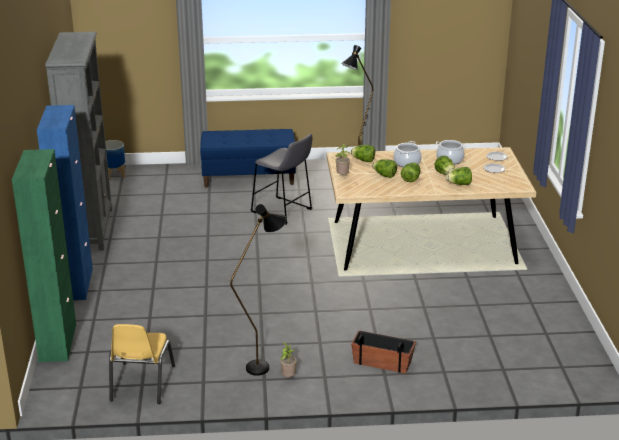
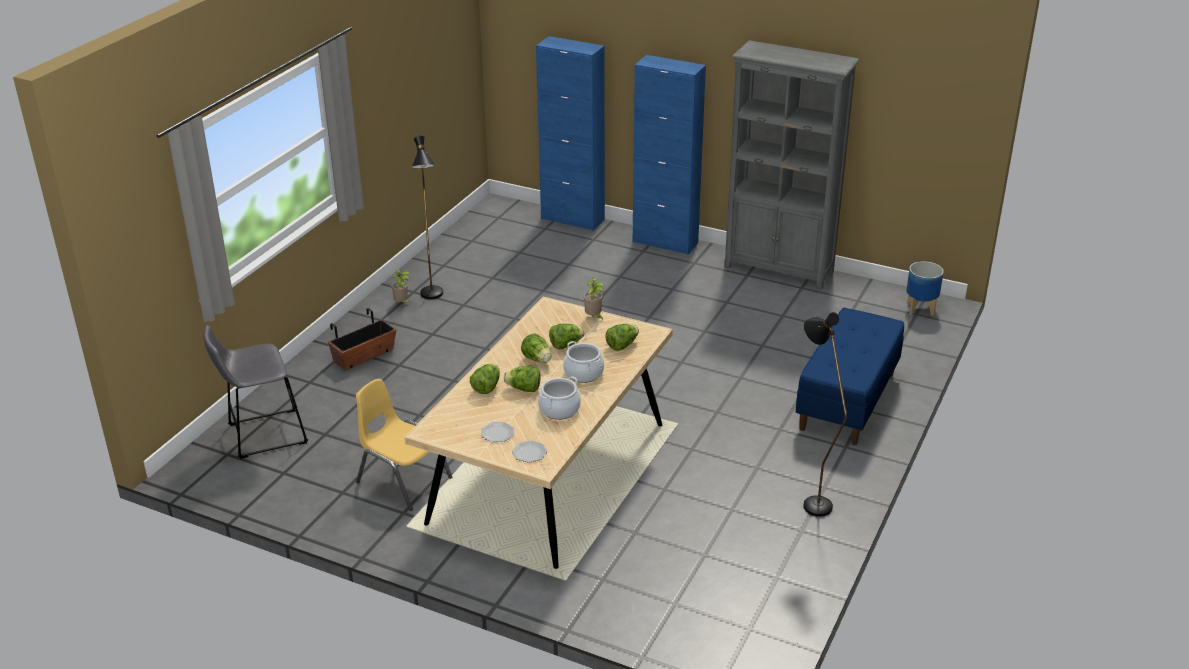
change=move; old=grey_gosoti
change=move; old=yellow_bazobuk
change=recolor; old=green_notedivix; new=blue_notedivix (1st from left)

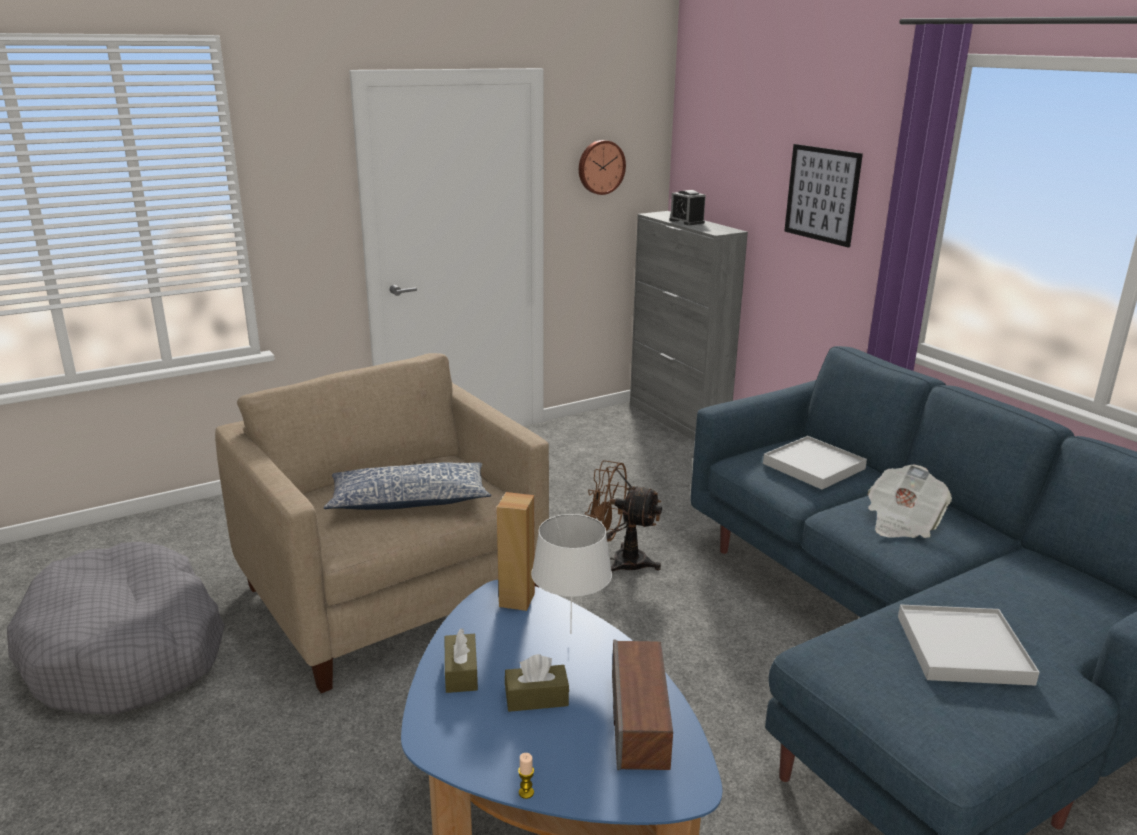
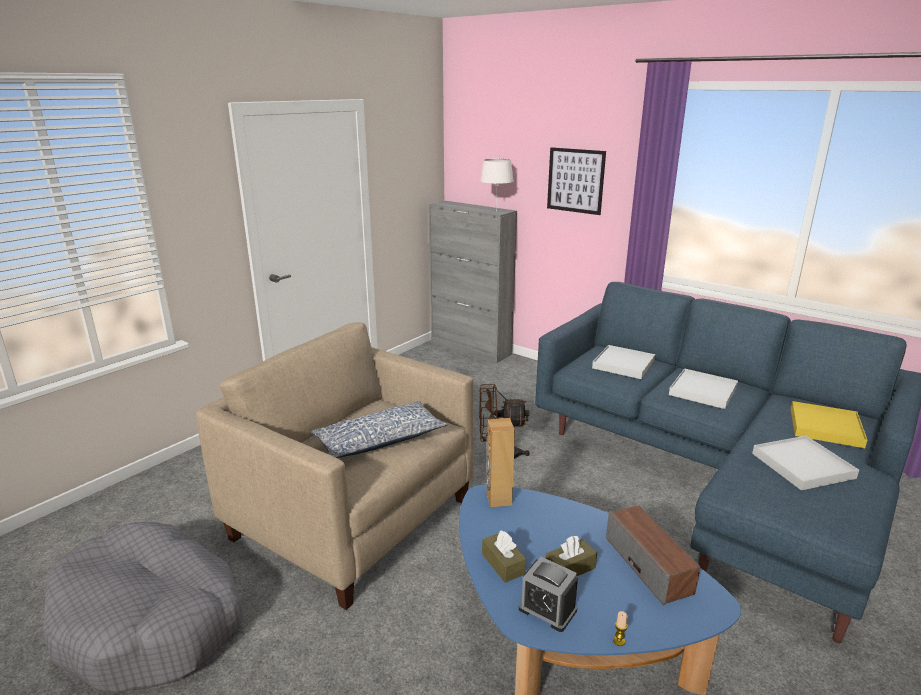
change=move; old=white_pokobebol
change=move; old=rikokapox
change=replace; old=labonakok; new=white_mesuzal (2nd from left)
change=insert; new=yellow_mesuzal
change=delete; old=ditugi

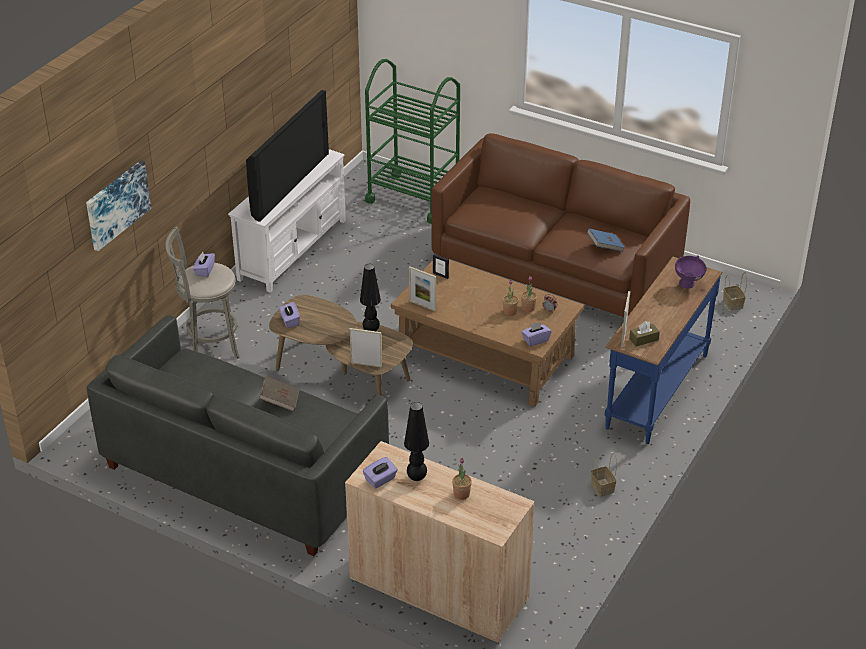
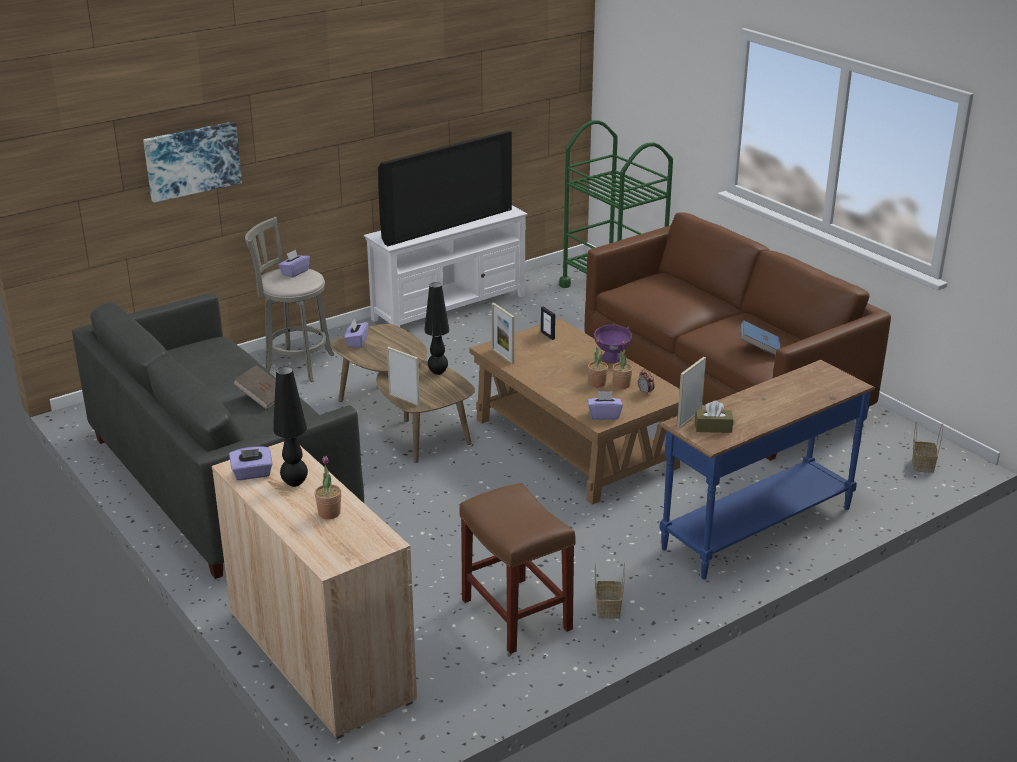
change=insert; new=brown_gosoti
change=move; old=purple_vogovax

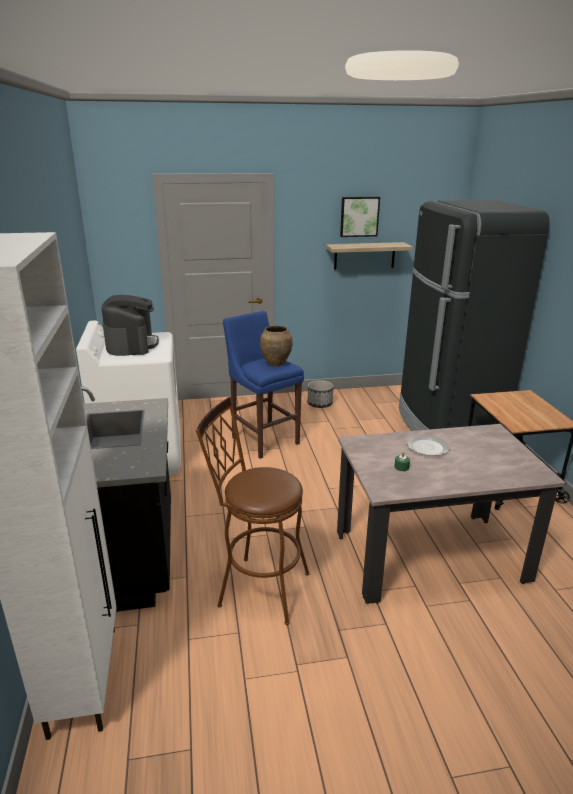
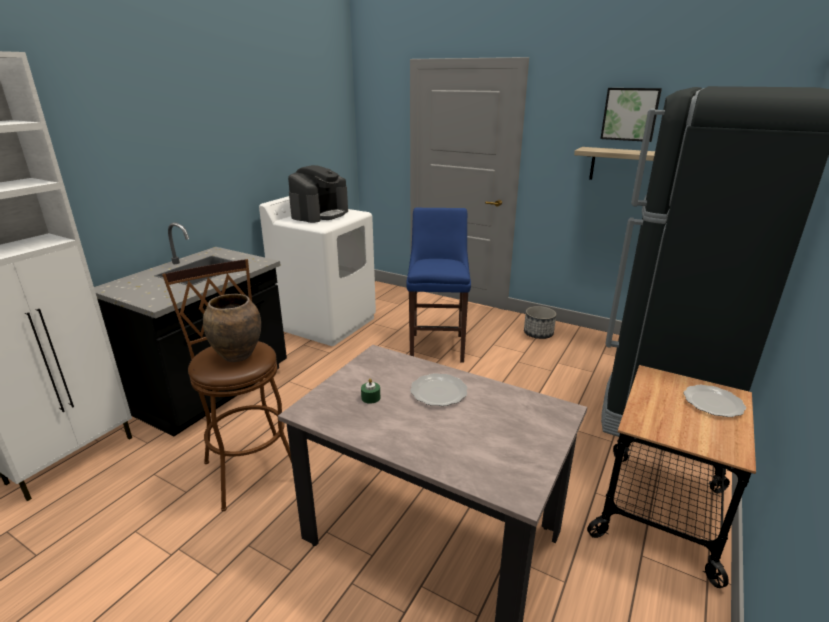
change=move; old=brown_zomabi
change=insert; new=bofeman (2nd from left)

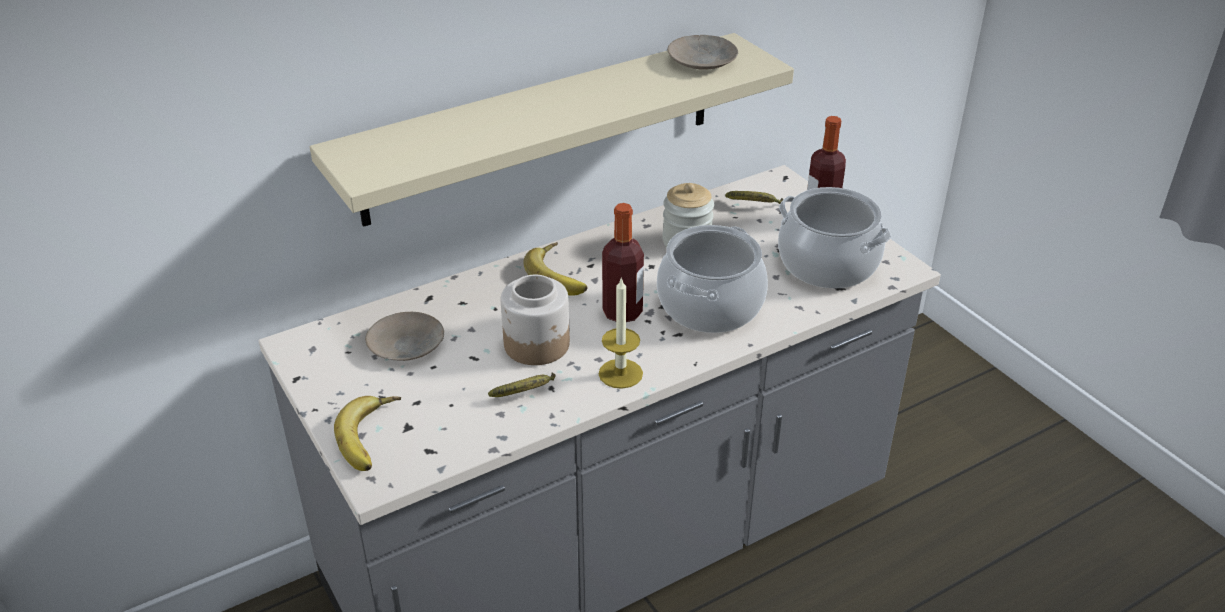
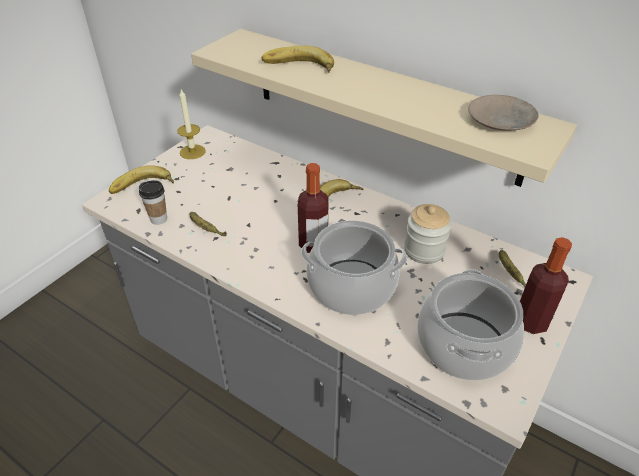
change=insert; new=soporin
change=move; old=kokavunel
change=insert; new=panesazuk (3rd from left)
change=delete; old=beige_bofeman (1st from left)
change=delete; old=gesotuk (1st from left)

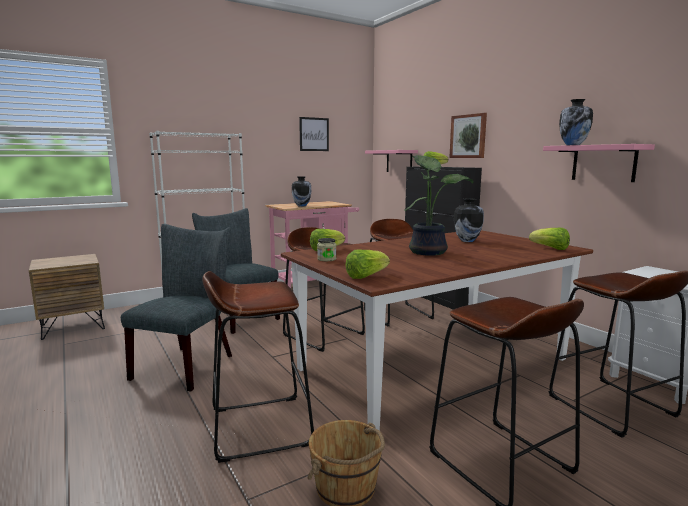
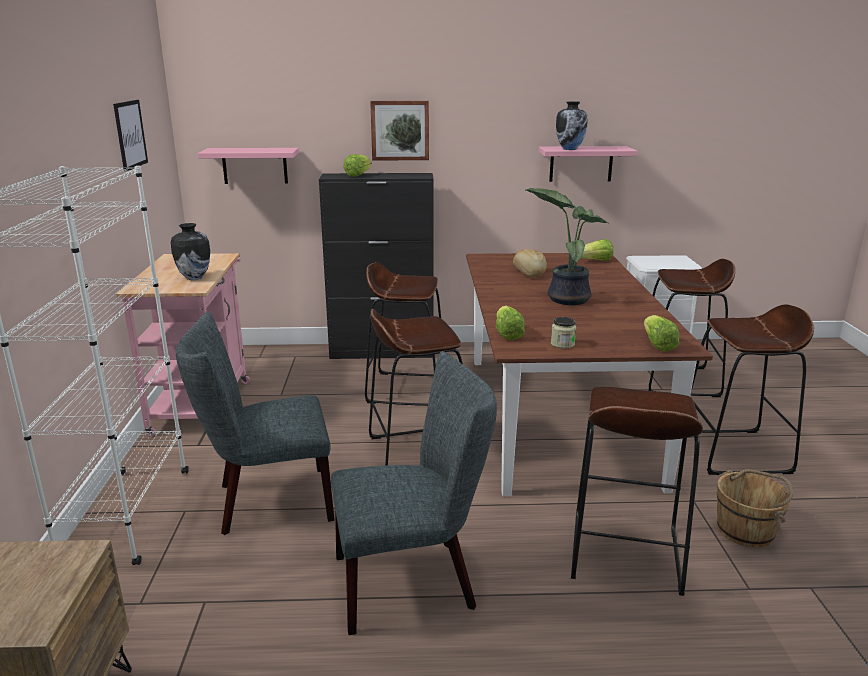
change=rotate; old=grey_bazobuk (1st from left in the first image); degrees=120
change=replace; old=zomabi (2nd from left); new=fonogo

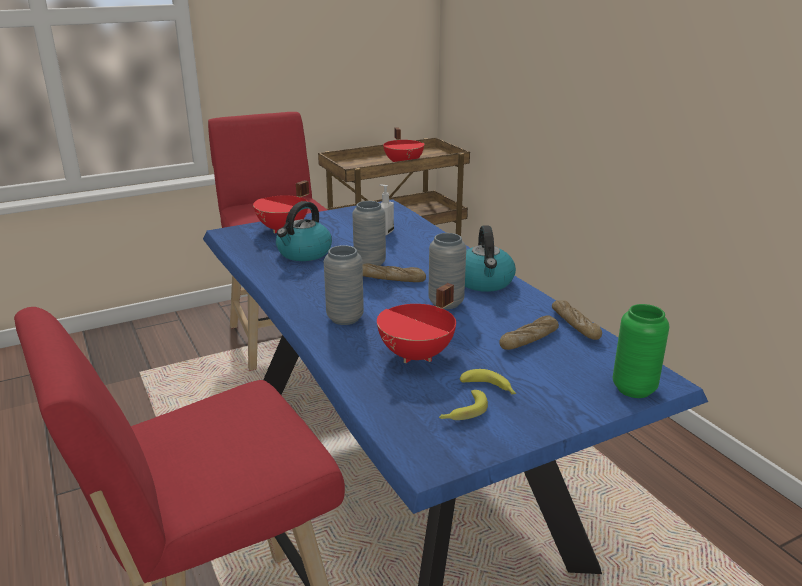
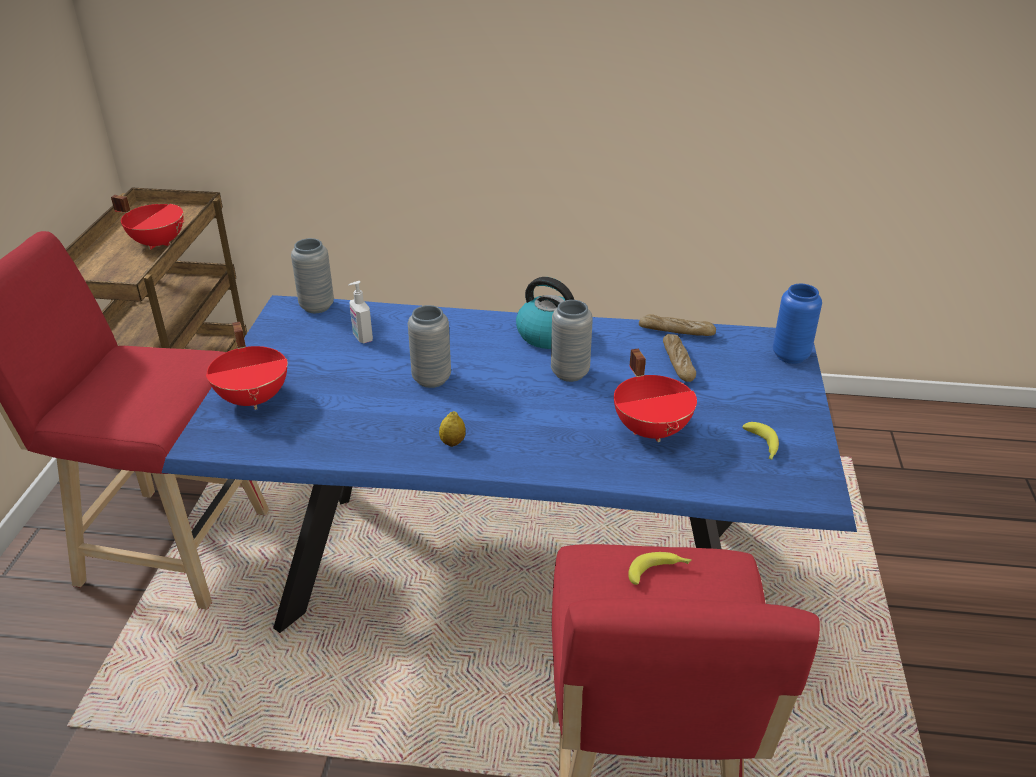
change=move; old=grey_zomabi (1st from left)
change=insert; new=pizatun
change=move; old=panesazuk (2nd from left in the first image); new=panesazuk (1st from left)
change=recolor; old=green_zomabi; new=blue_zomabi
change=delete; old=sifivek (1st from left)
change=delete; old=fonogo (1st from left)

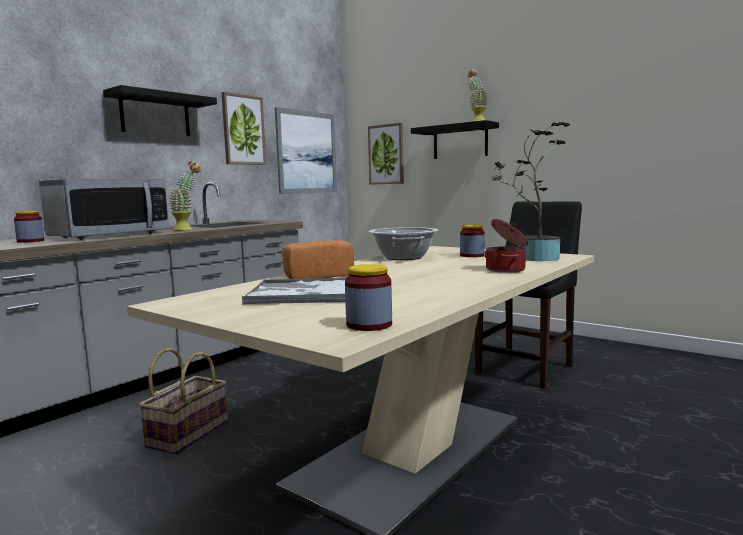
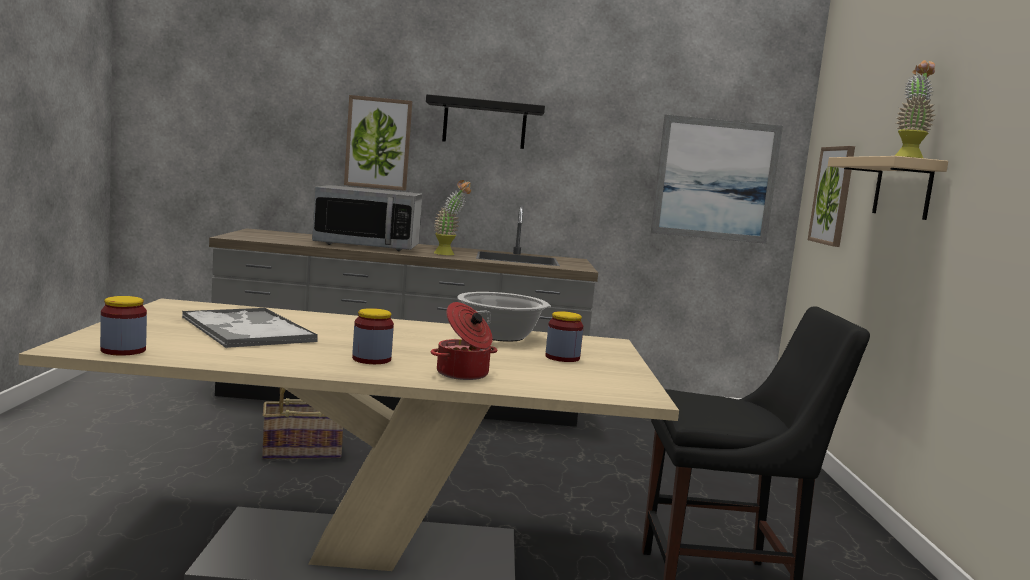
change=move; old=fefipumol (1st from left)
change=move; old=gesotuk (1st from left in the first image); new=gesotuk (2nd from left)
change=recolor; old=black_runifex (2nd from left); new=beige_runifex
change=delete; old=fonogo
change=delete; old=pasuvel (3rd from left)

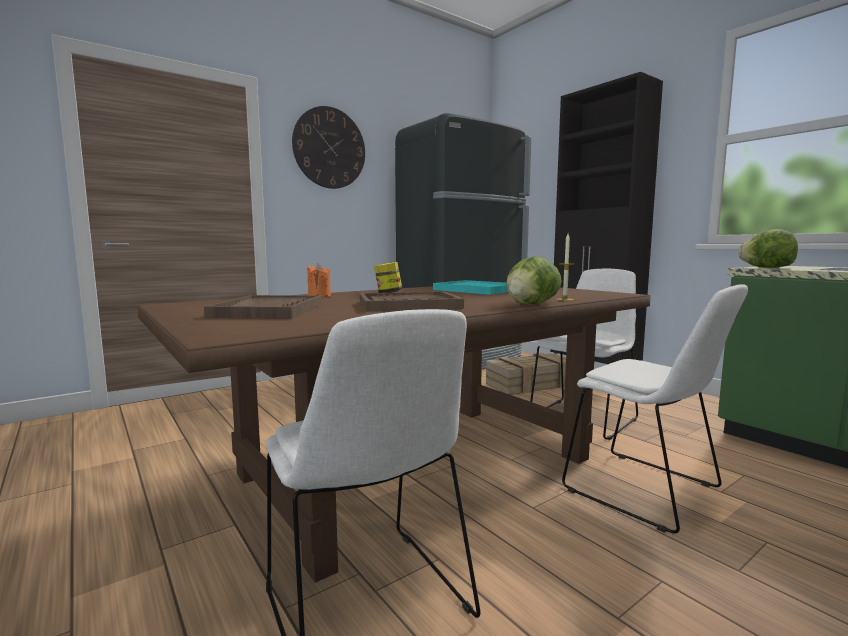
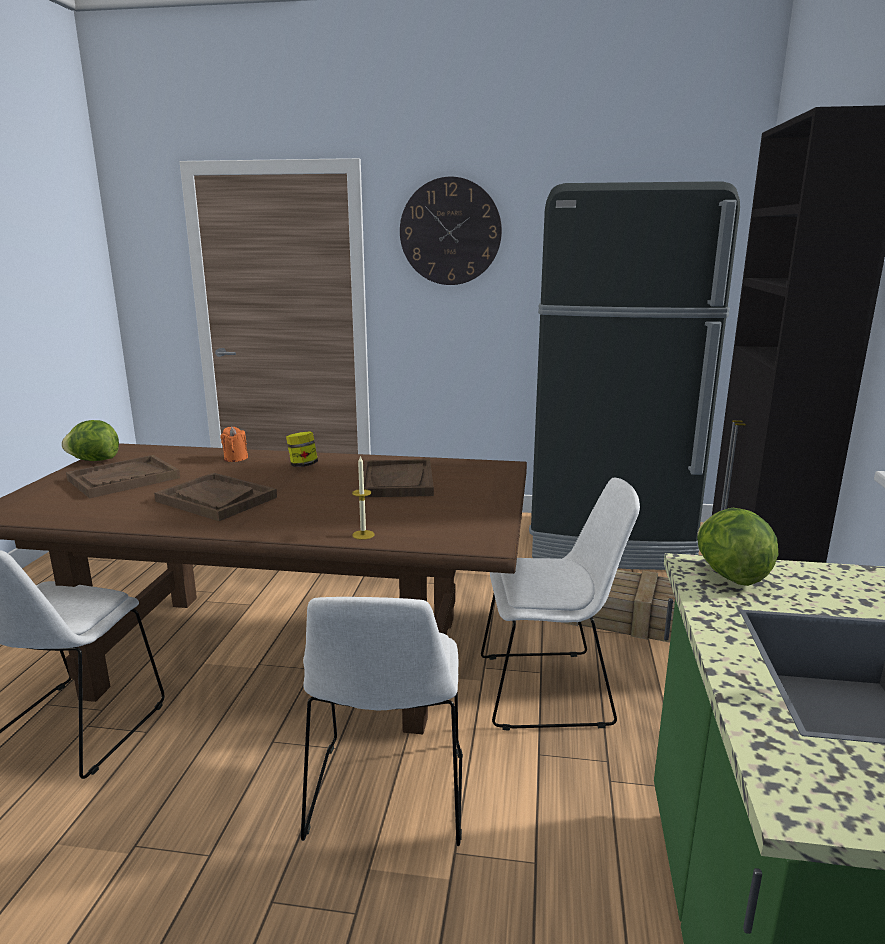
change=move; old=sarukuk (1st from left)
change=recolor; old=turquoise_mesuzal; new=brown_mesuzal (3rd from left)

